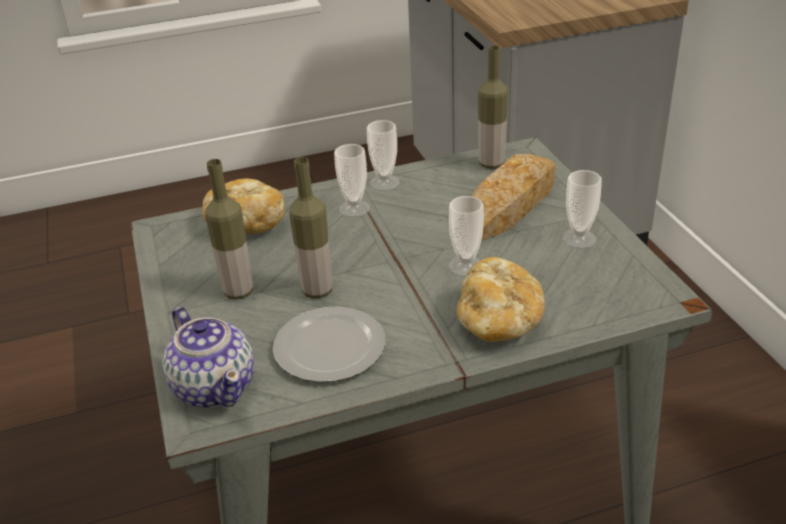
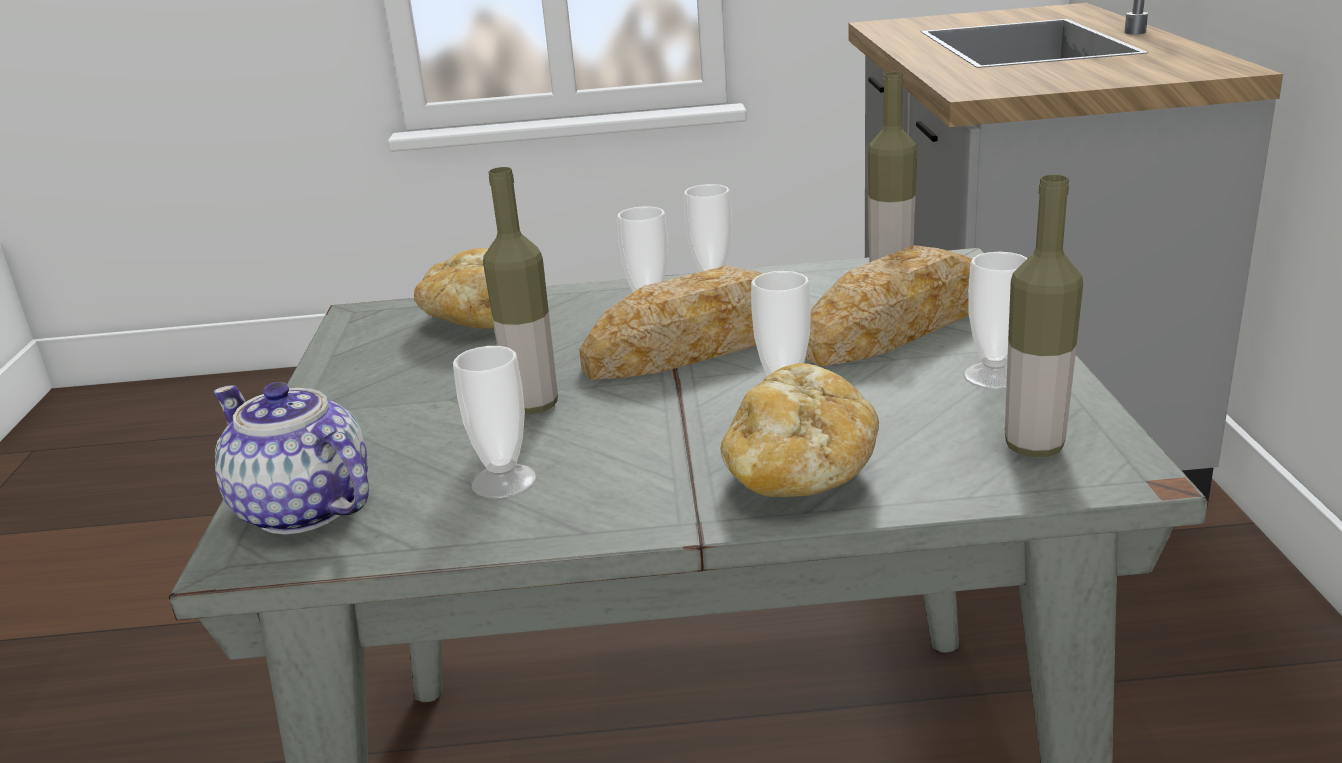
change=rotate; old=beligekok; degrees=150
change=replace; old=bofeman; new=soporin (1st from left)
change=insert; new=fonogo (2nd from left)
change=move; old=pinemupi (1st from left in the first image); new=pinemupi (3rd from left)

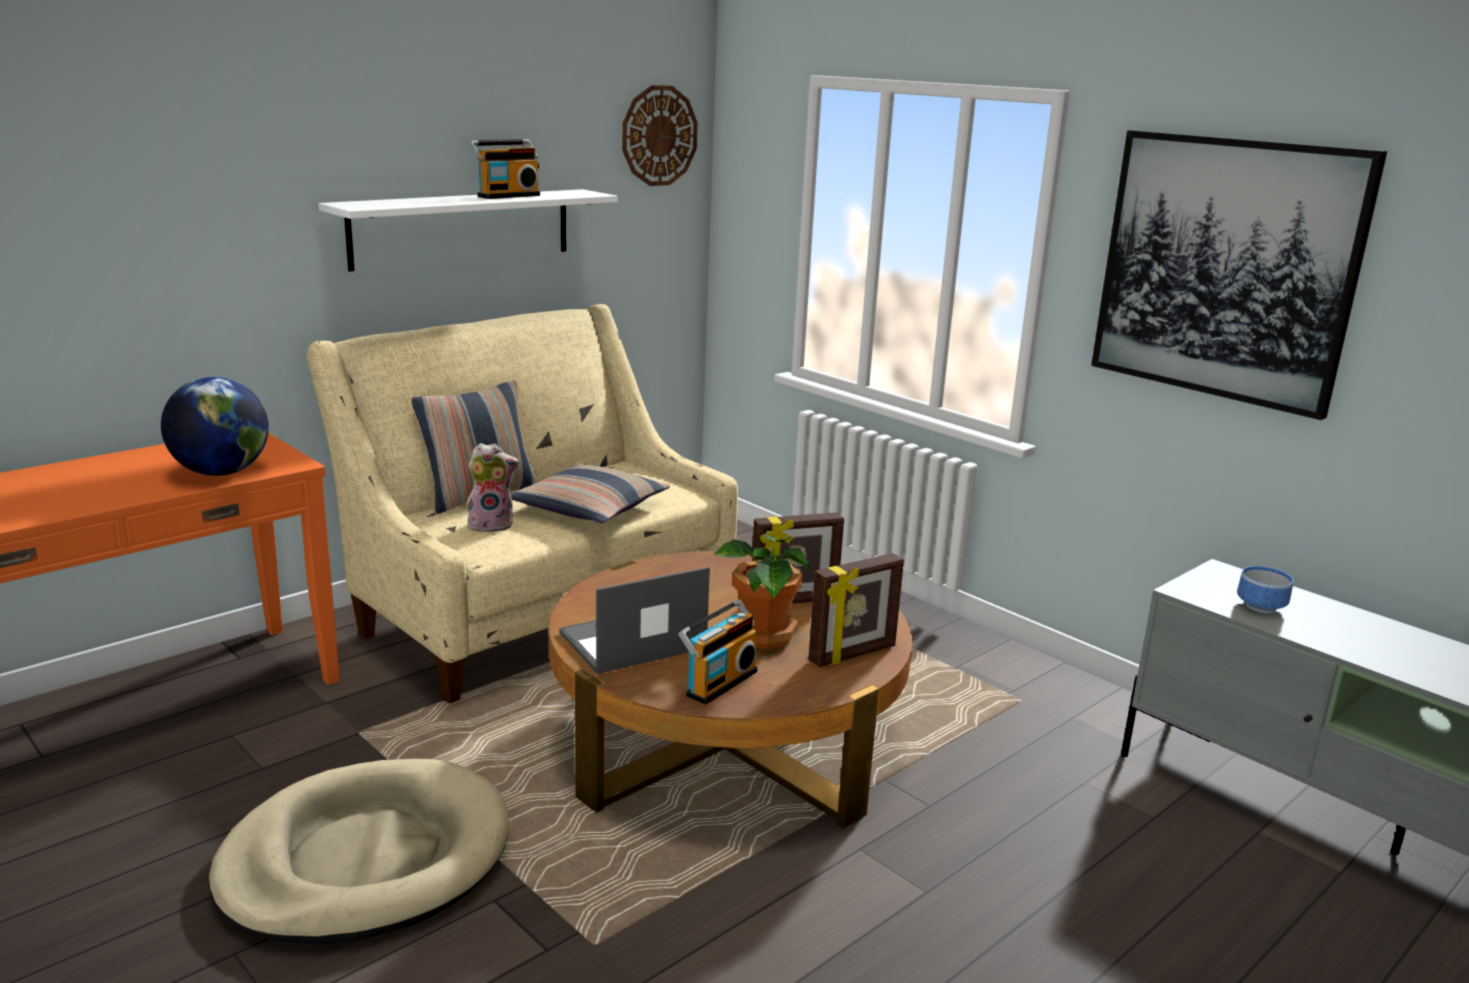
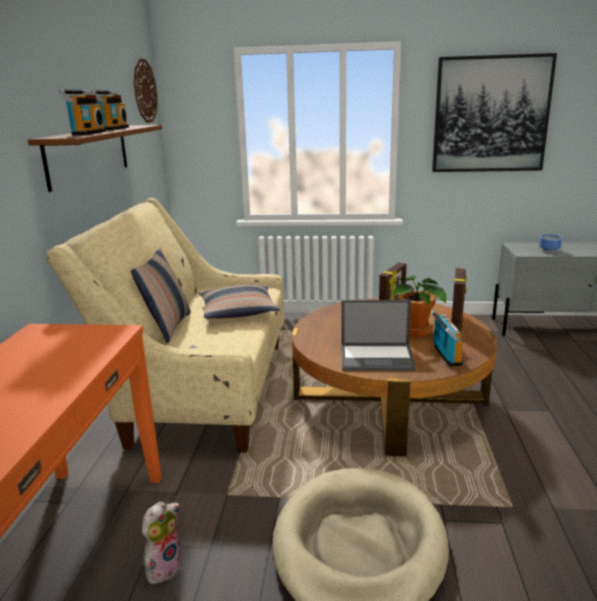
change=recolor; old=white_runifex; new=brown_runifex
change=insert; new=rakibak (1st from left)
change=move; old=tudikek
change=rotate; old=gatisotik; degrees=-105
change=delete; old=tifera

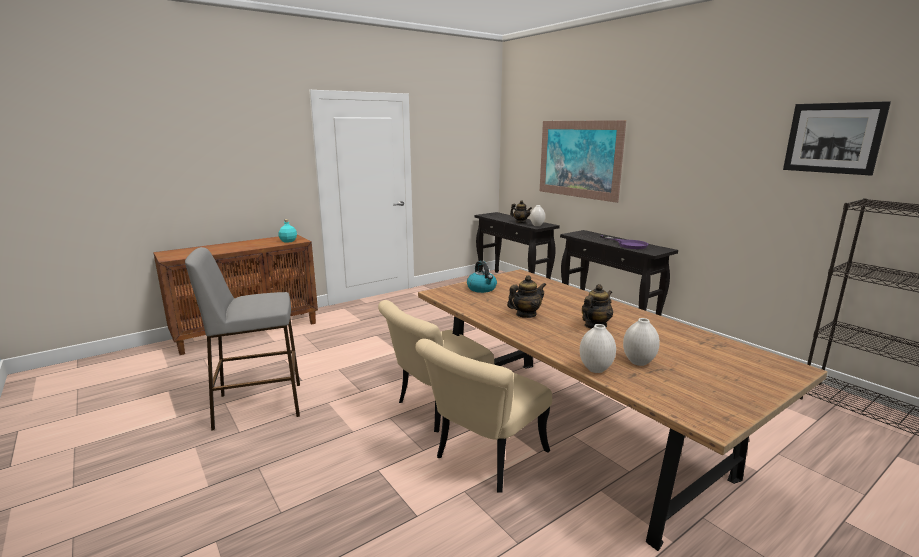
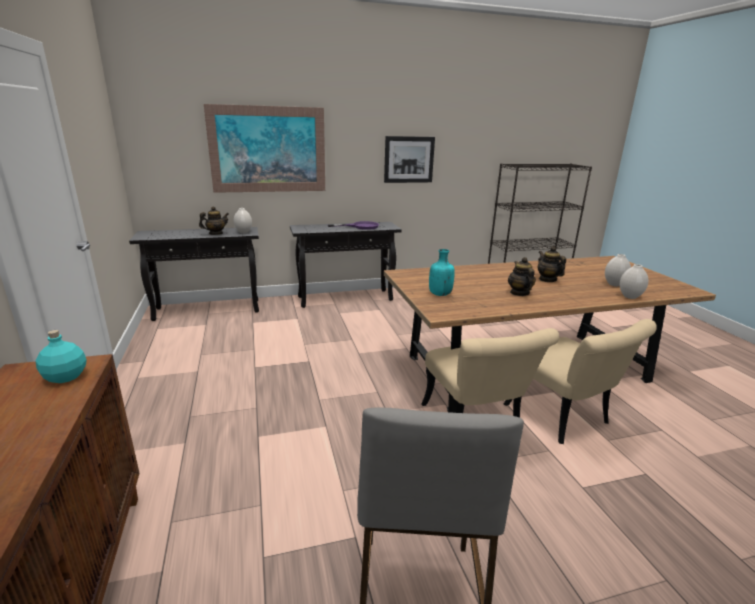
change=move; old=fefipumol (2nd from left)
change=replace; old=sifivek; new=turquoise_pinemupi (2nd from left)

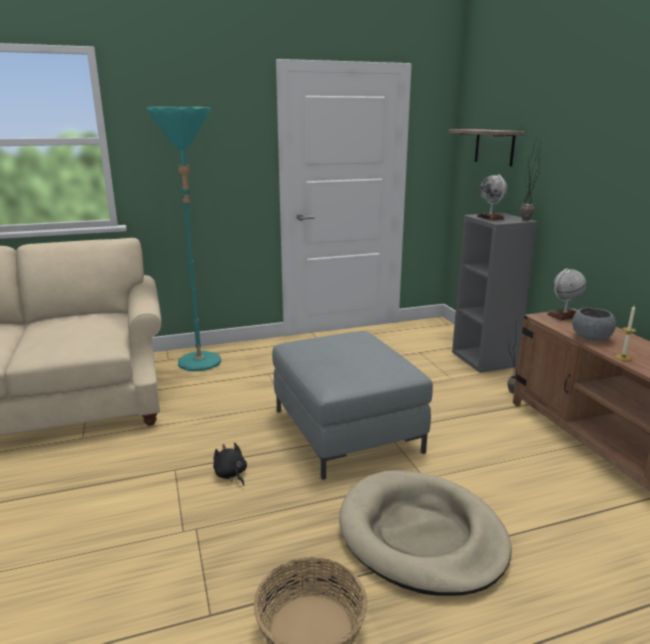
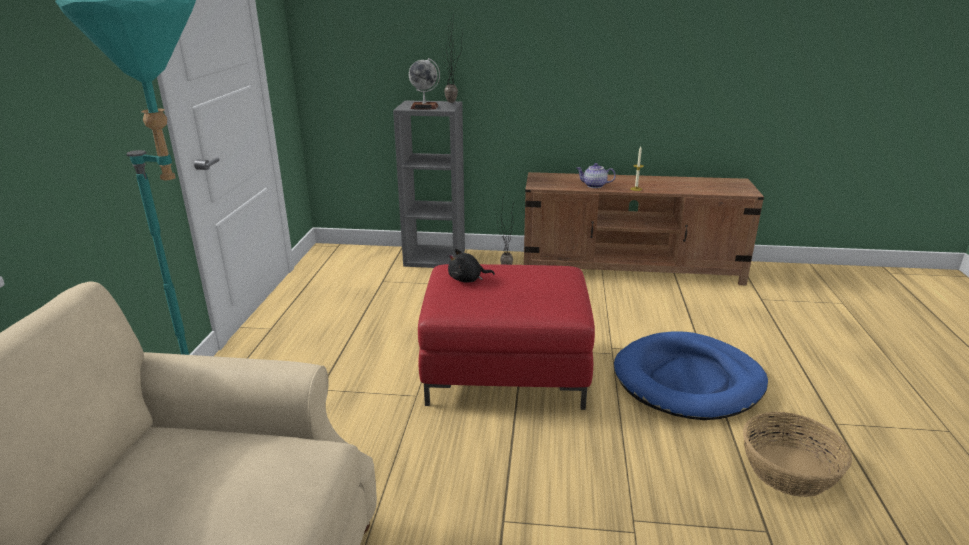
change=recolor; old=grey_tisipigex; new=red_tisipigex
change=move; old=black_tudikek
change=replace; old=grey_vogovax; new=beligekok
change=recolor; old=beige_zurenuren; new=blue_zurenuren
change=delete; old=runifex
change=delete; old=tifera (2nd from left)

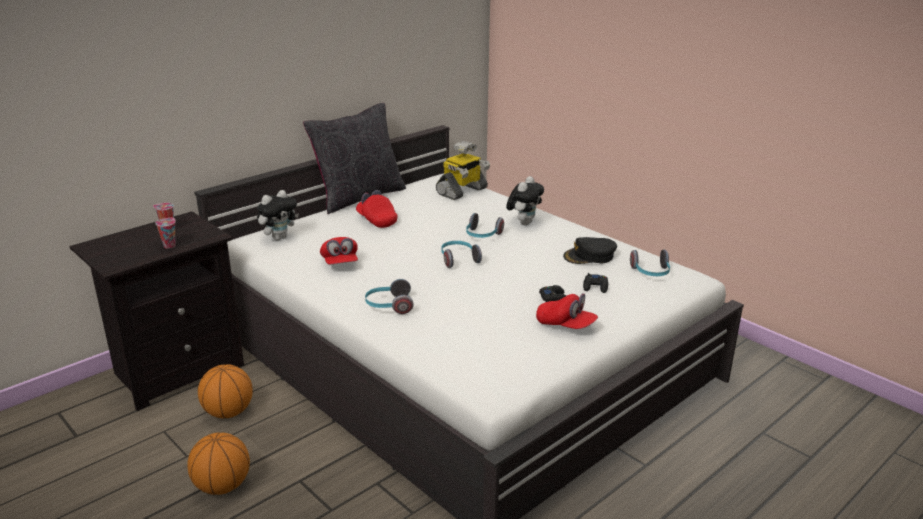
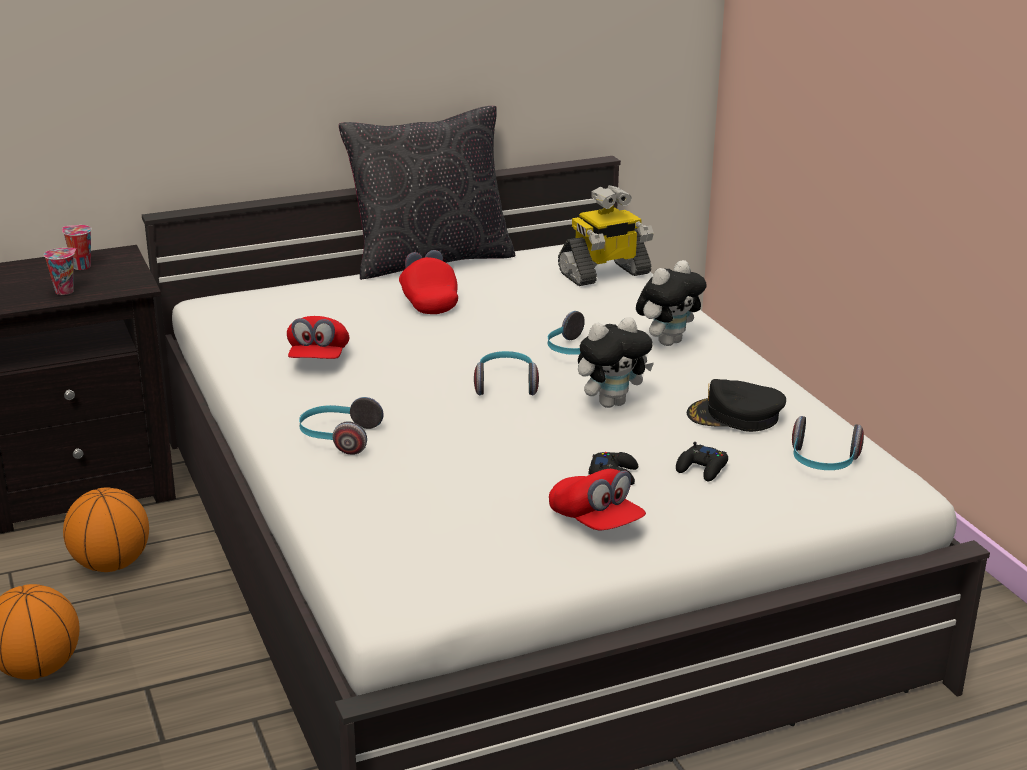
change=move; old=tudikek (1st from left)

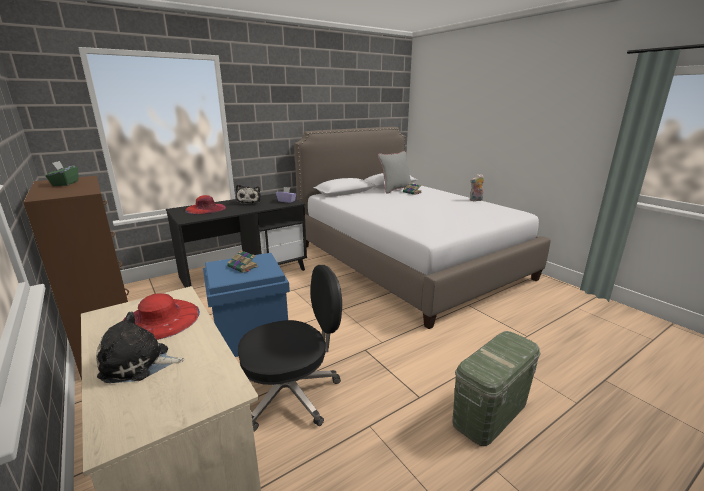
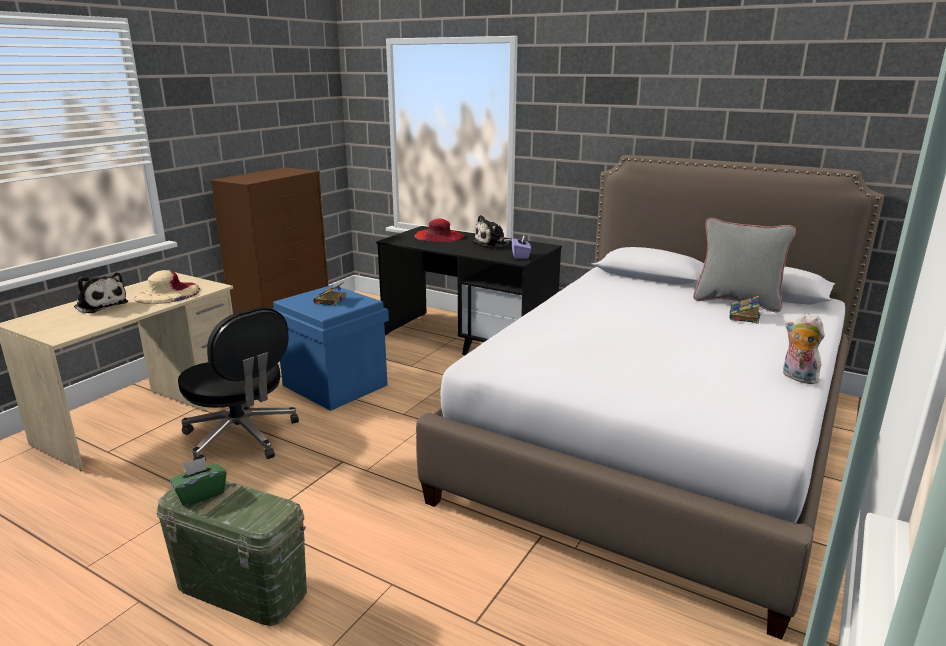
change=rotate; old=tudikek (1st from left); degrees=150
change=recolor; old=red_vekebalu (1st from left); new=beige_vekebalu
change=move; old=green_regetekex

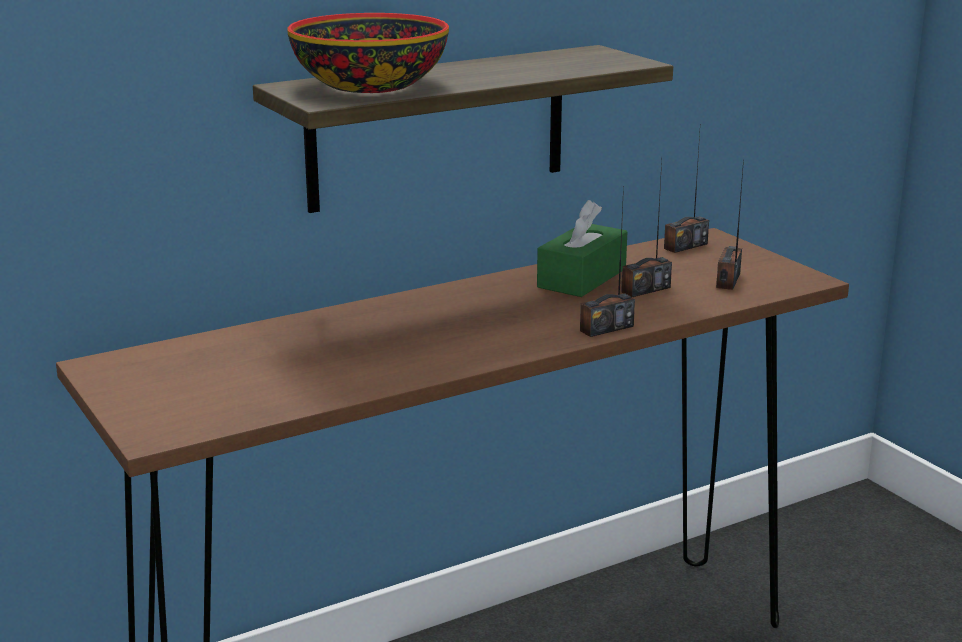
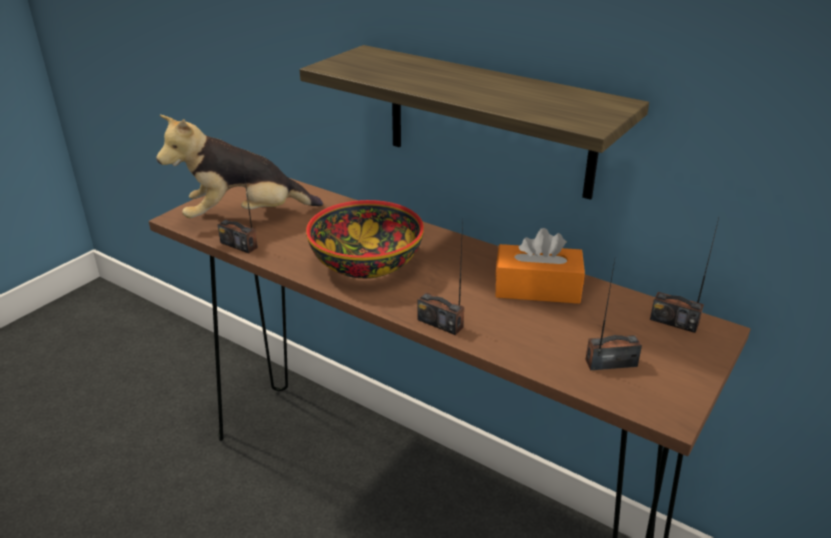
change=insert; new=tudikek
change=move; old=rakibak (2nd from left in the first image); new=rakibak (1st from left)
change=move; old=vogovax
change=recolor; old=green_regetekex; new=orange_regetekex

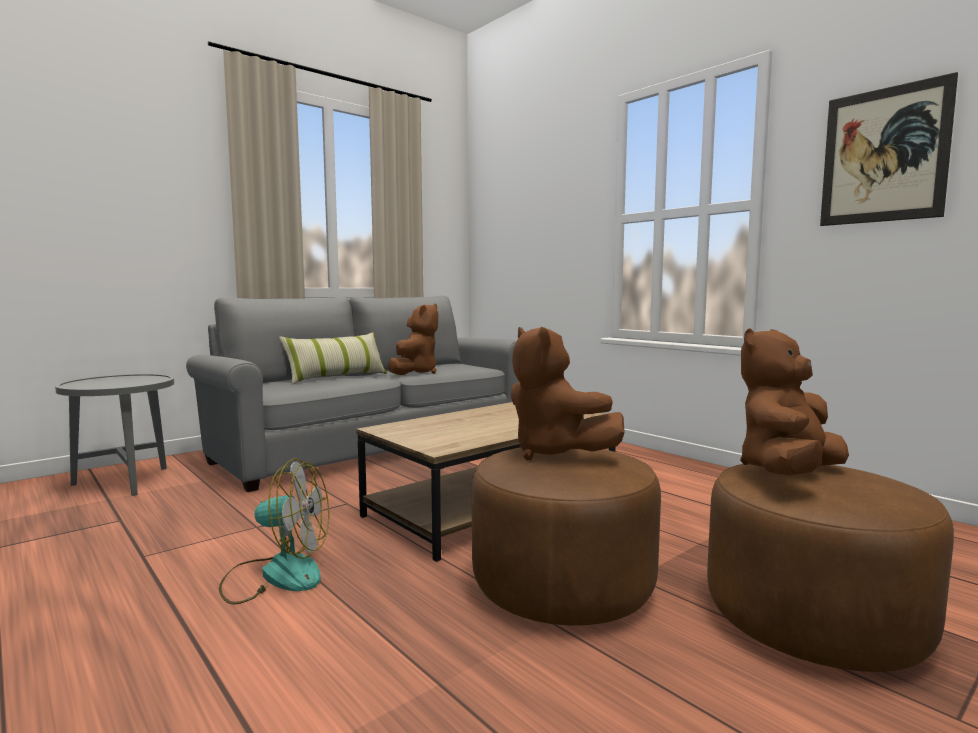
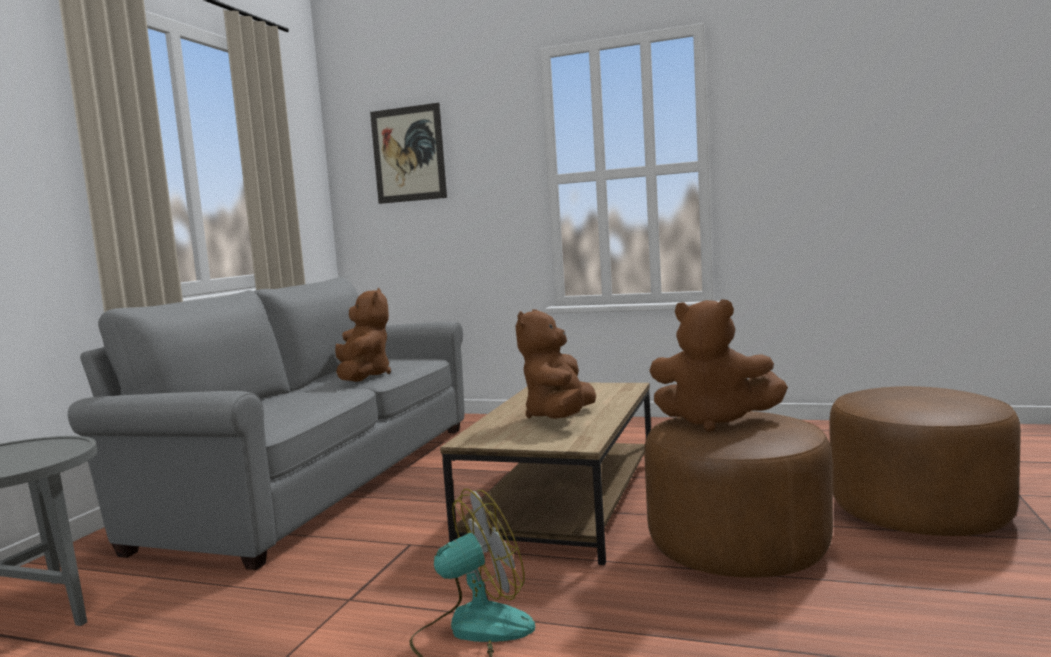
change=move; old=fefipumol
change=move; old=brown_tudikek (3rd from left in the first image); new=brown_tudikek (2nd from left)
change=delete; old=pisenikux

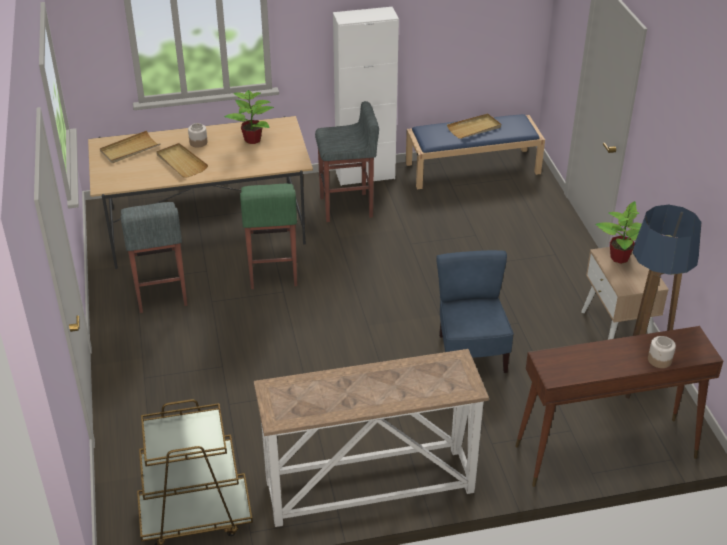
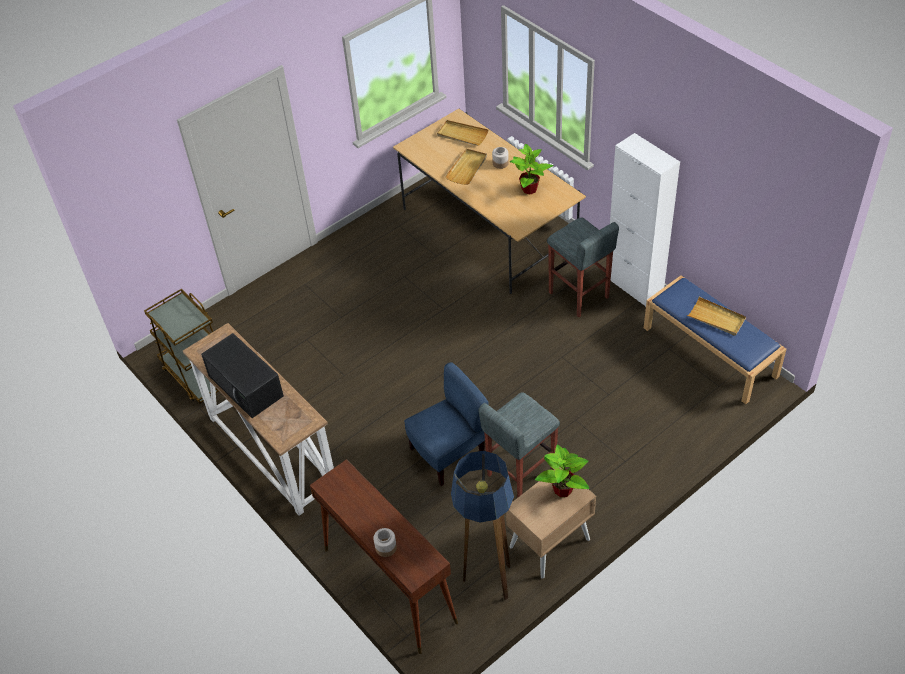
change=insert; new=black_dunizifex
change=move; old=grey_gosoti (1st from left)
change=delete; old=green_gosoti

